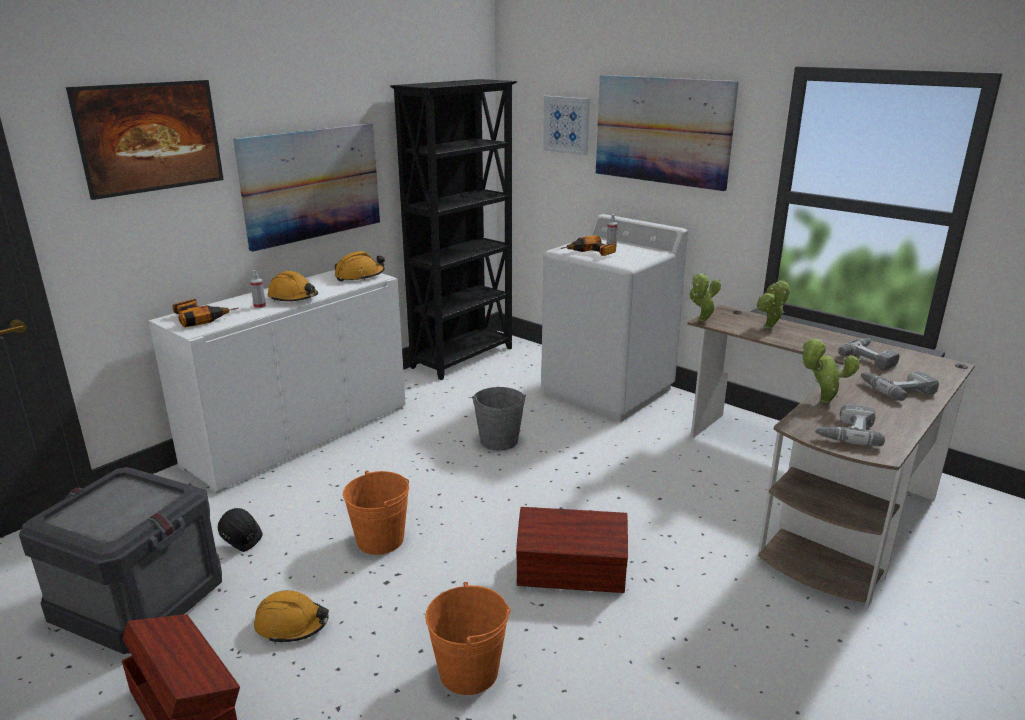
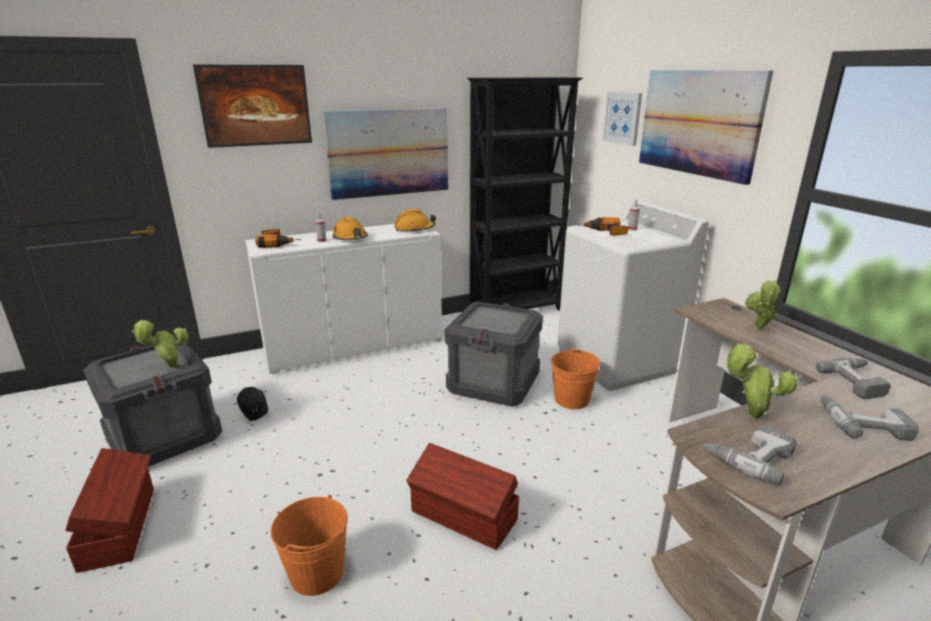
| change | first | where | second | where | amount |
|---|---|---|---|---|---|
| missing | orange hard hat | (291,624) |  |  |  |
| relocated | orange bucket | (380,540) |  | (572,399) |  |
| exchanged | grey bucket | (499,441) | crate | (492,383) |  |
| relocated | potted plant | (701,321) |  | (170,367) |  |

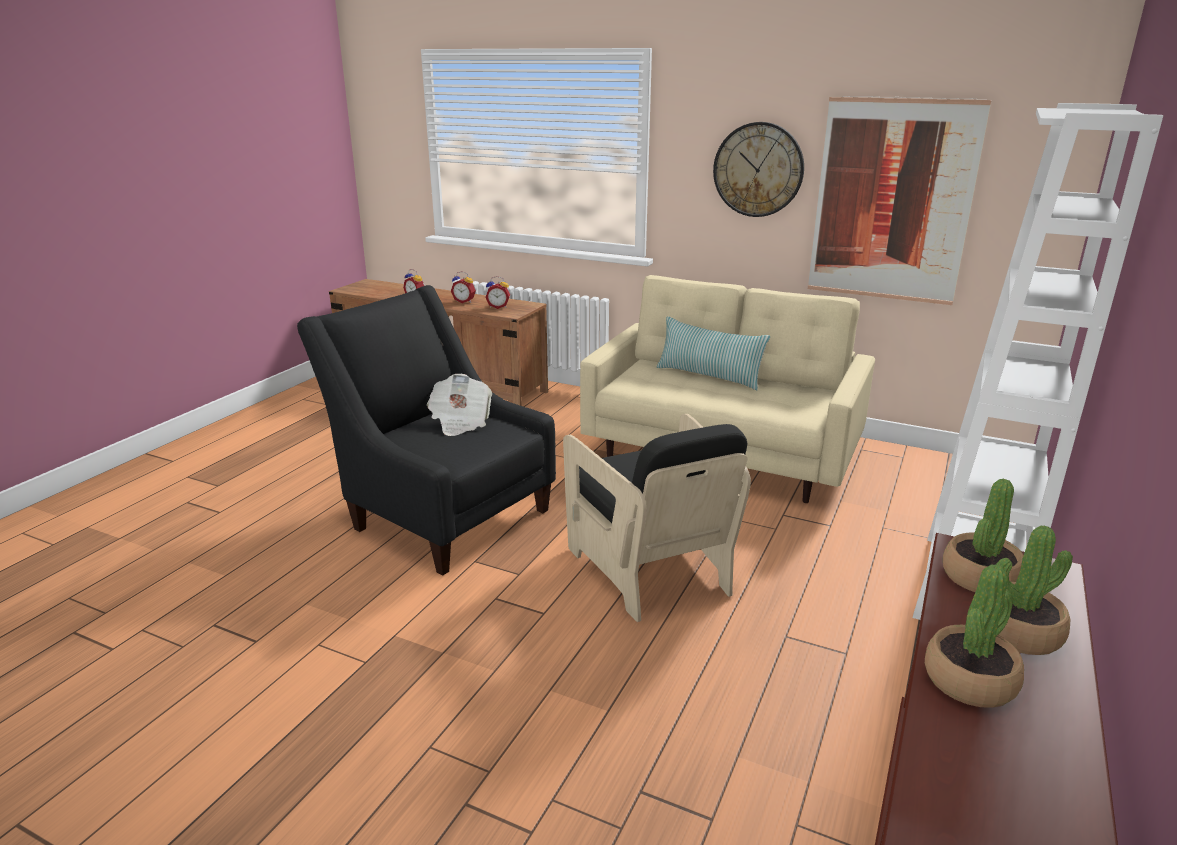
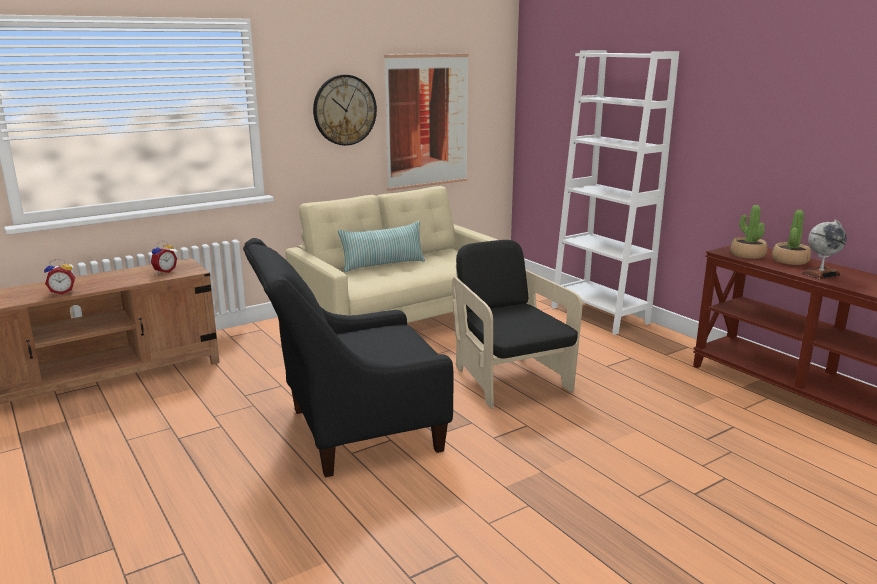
| change | first | where | second | where | amount |
|---|---|---|---|---|---|
| missing | newspaper | (460,421) |  |  |  |
| missing | alarm clock | (464,301) |  |  |  |
| spun | black armchair | (650,569) |  | (509,380) | 120 degrees counterclockwise |
| exchanged | potted plant | (970,681) | globe | (820,274) |  |

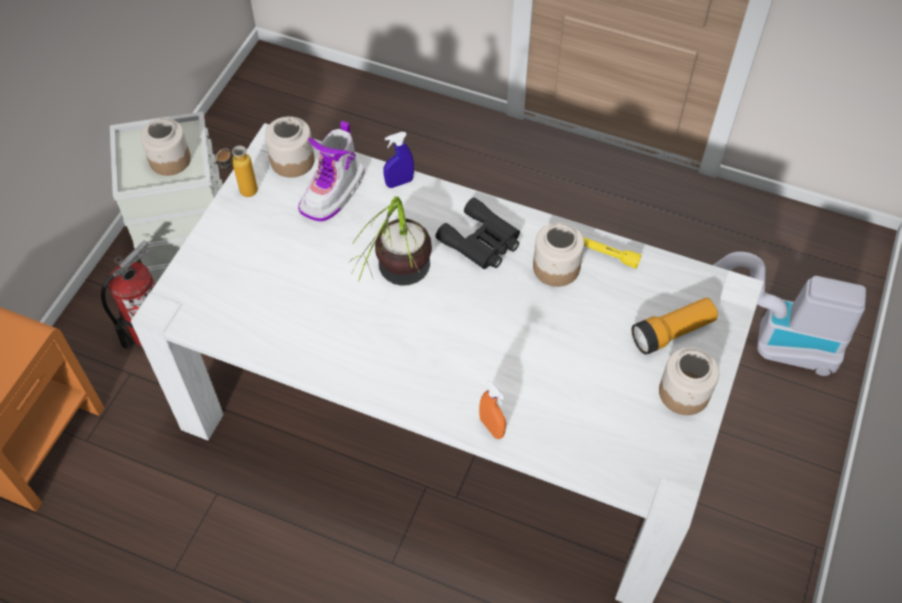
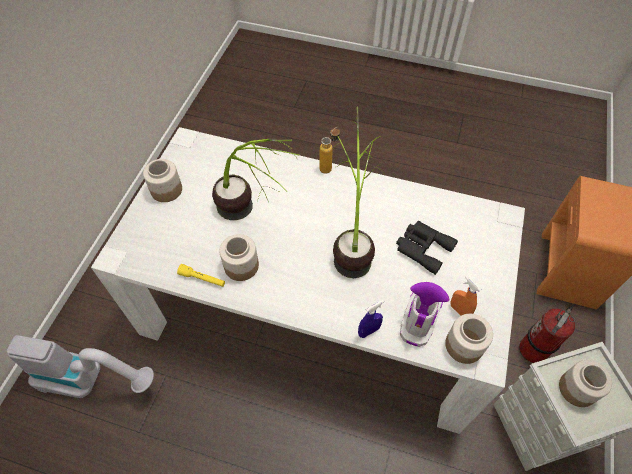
| change | first | where | second | where | amount |
|---|---|---|---|---|---|
| relocated | bottle | (242,194) |  | (329,166) |  |
| relocated | black binoculars | (482,242) |  | (422,247) |  |
| relocated | orange spray bottle | (491,427) |  | (459,310) |  |
| missing | flashlight | (672,333) |  |  |  |
| appeared |  |  | potted plant | (253,214) |  |

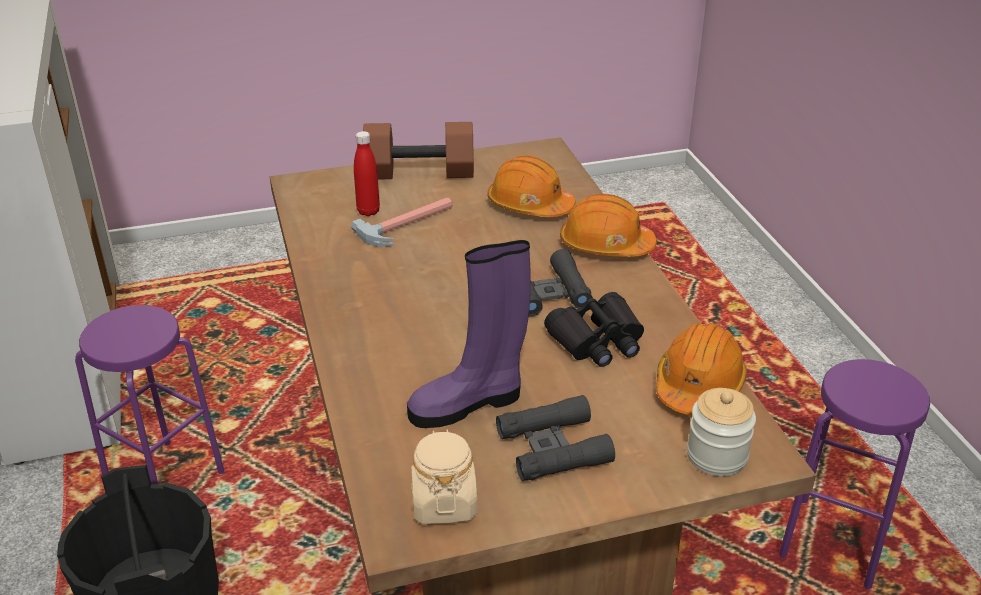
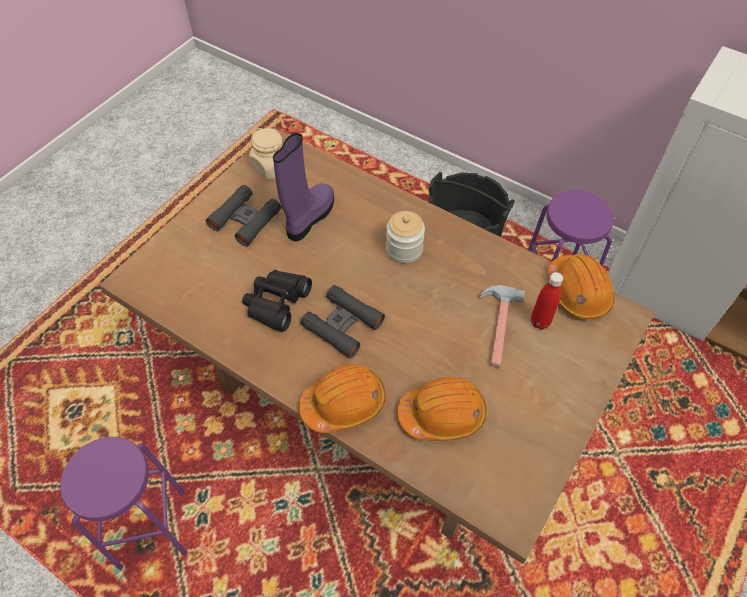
| change | first | where | second | where | amount |
|---|---|---|---|---|---|
| missing | brown dumbbell | (421,171) |  |  |  |
| relocated | orange hard hat | (698,386) |  | (577,292) |  |
| relocated | jar | (716,456) |  | (404,249) |  |

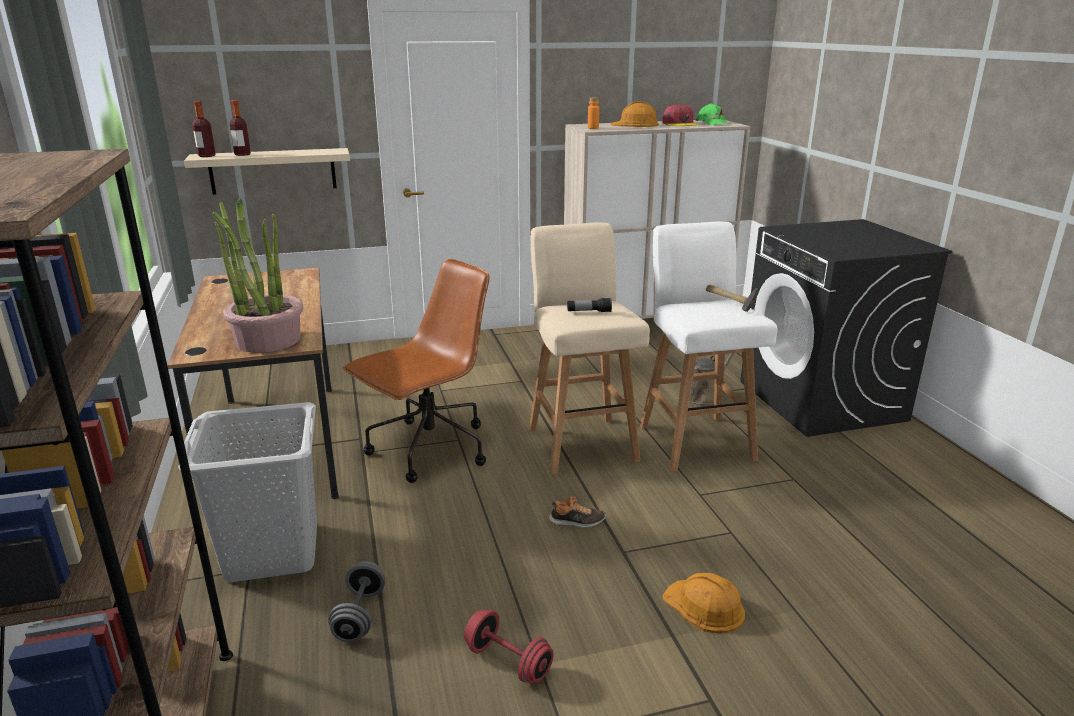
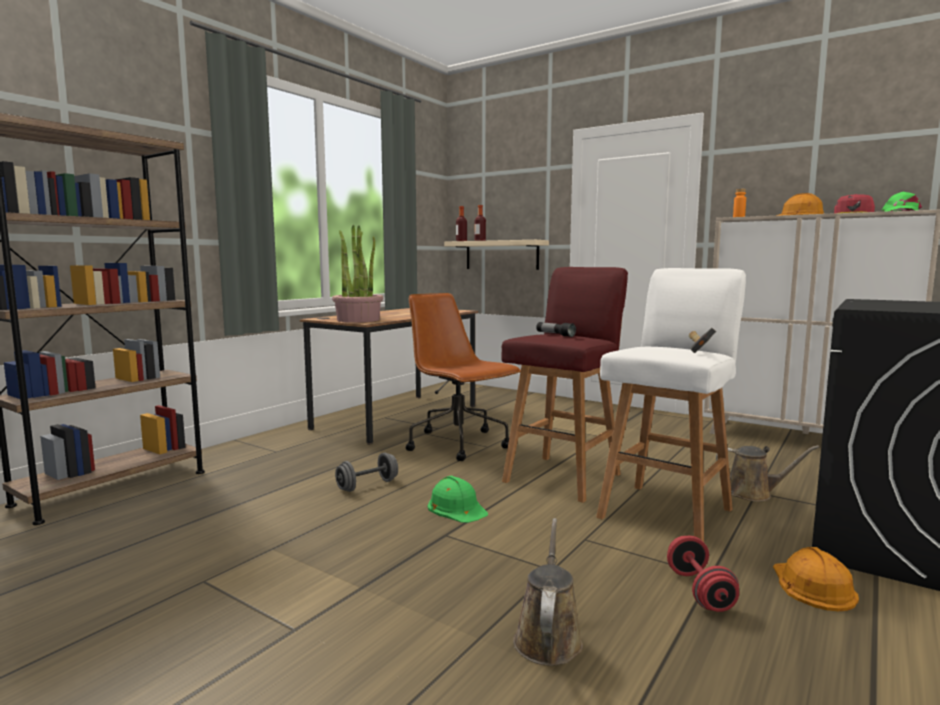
| change | first | where | second | where | amount |
|---|---|---|---|---|---|
| missing | grey laundry basket | (272,552) |  |  |  |
| relocated | grey dumbbell | (359,616) |  | (367,485) |  |
| spun | brown office chair | (428,450) |  | (459,444) | 135 degrees counterclockwise |
| relocated | red dumbbell | (508,661) |  | (699,591) |  |
| colour | beige stool | (581,443) | red stool | (564,477) |  |
| exchanged | shoe | (577,521) | green hard hat | (457,508) |  |
| relocated | orange hard hat | (704,606) |  | (812,586) |  |
| appeared |  |  | brown watering can | (548,637) |  |

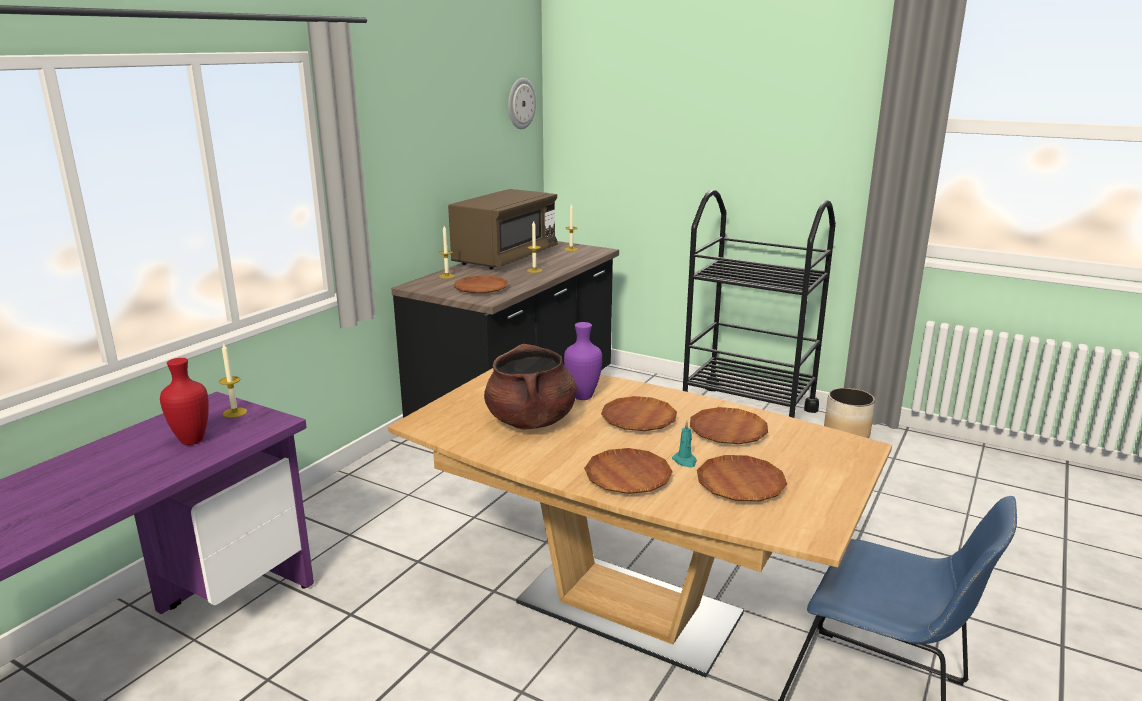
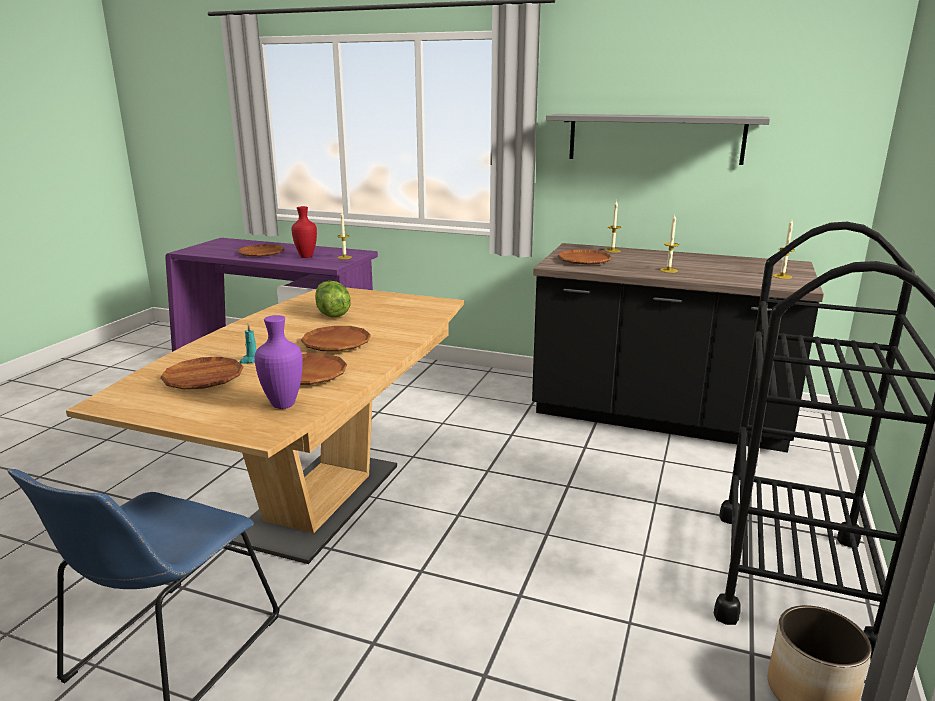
| change | first | where | second | where | amount |
|---|---|---|---|---|---|
| missing | brown microwave | (506,258) |  |  |  |
| exchanged | brown cooking pot | (531,421) | lettuce | (332,314) |  |
| missing | wall clock | (520,103) |  |  |  |
| relocated | purple vase | (582,396) |  | (285,404) |  |
| relocated | brown plate | (628,477) |  | (261,254) |  |
| appeared |  |  | grey shelf | (655,138) |  |

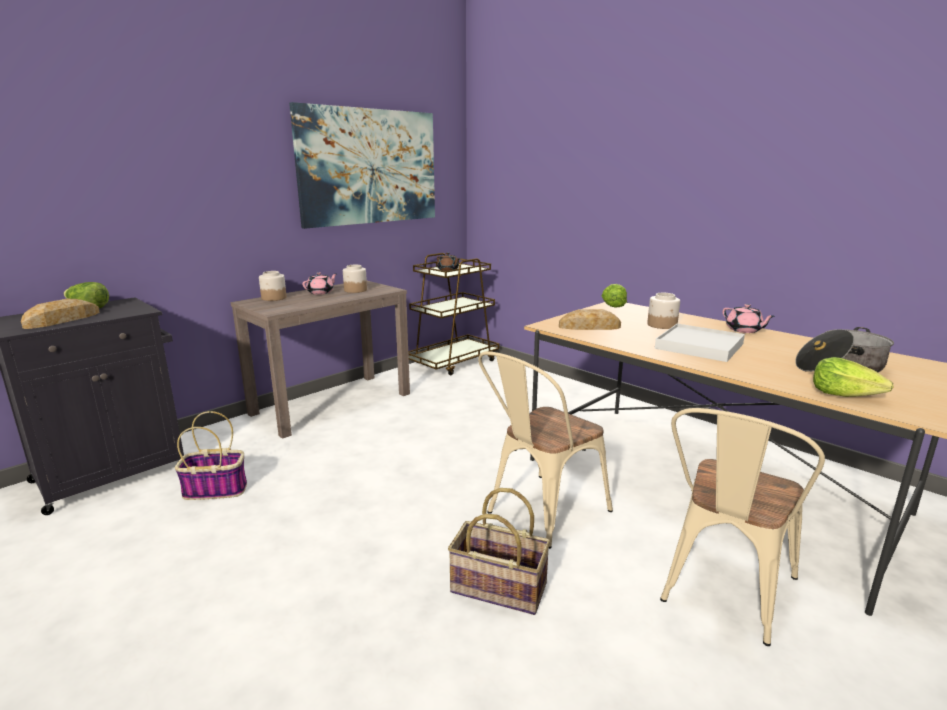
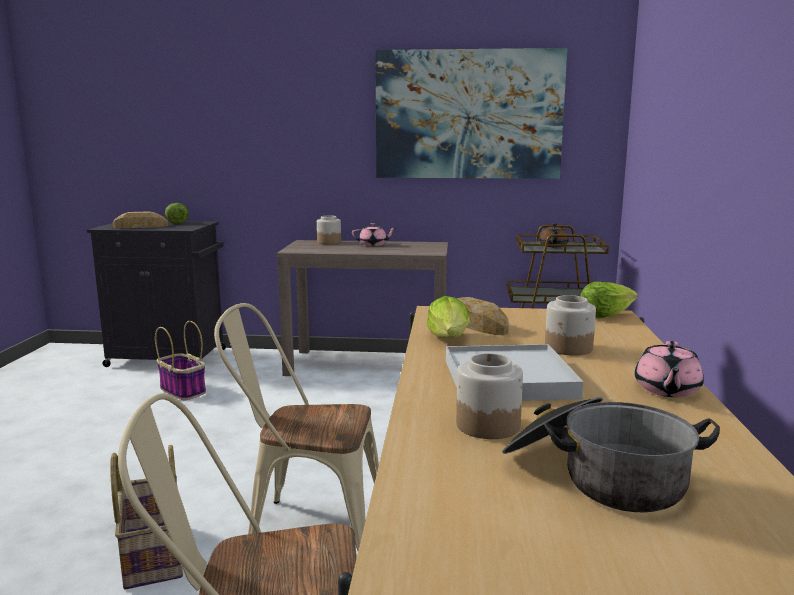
| change | first | where | second | where | amount |
|---|---|---|---|---|---|
| relocated | jar | (355,290) |  | (487,425) |  |
| relocated | lettuce | (844,395) |  | (449,339) |  |

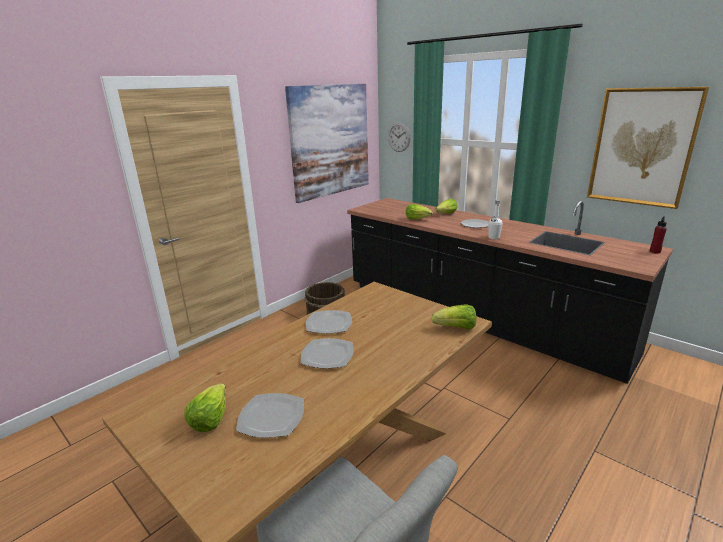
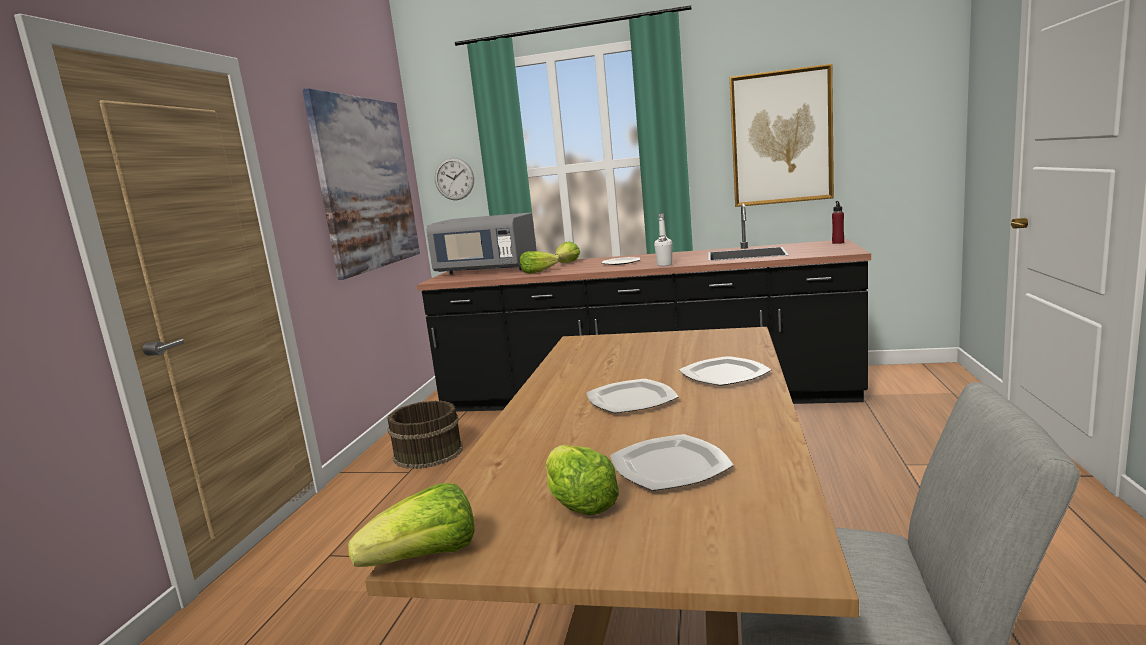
| change | first | where | second | where | amount |
|---|---|---|---|---|---|
| relocated | plate | (329,324) |  | (725,374) |  |
| relocated | lettuce | (456,328) |  | (425,558) |  |
| appeared |  |  | grey microwave | (487,270) |  |

